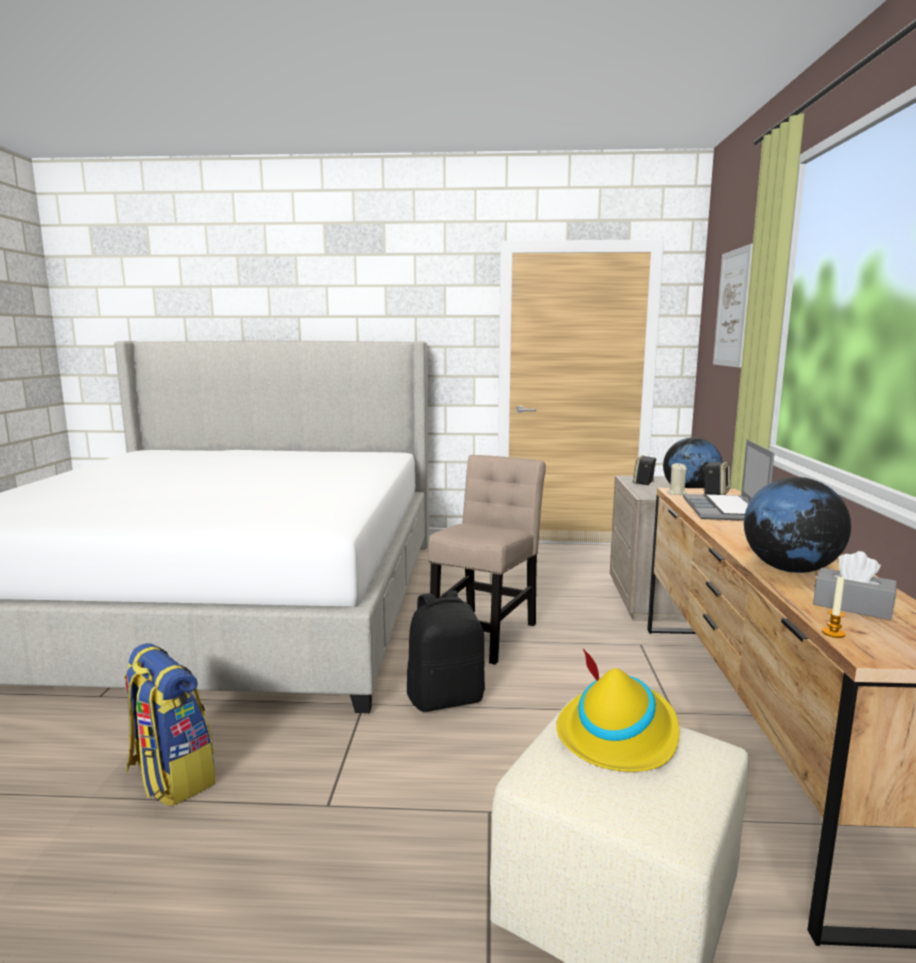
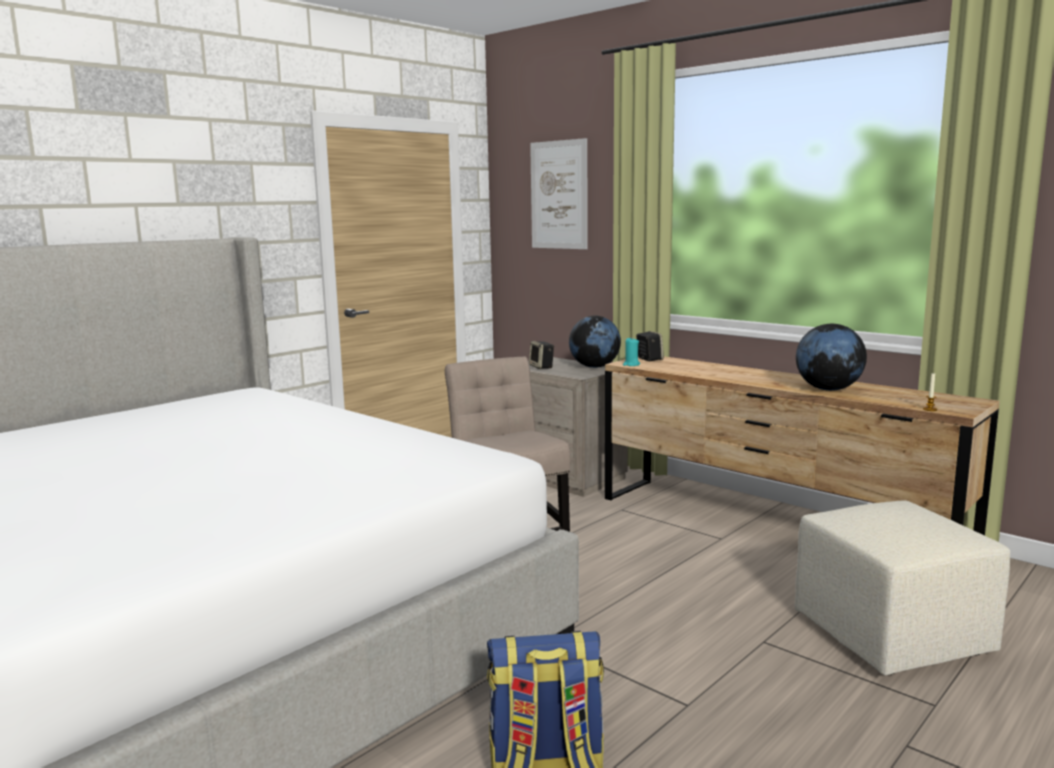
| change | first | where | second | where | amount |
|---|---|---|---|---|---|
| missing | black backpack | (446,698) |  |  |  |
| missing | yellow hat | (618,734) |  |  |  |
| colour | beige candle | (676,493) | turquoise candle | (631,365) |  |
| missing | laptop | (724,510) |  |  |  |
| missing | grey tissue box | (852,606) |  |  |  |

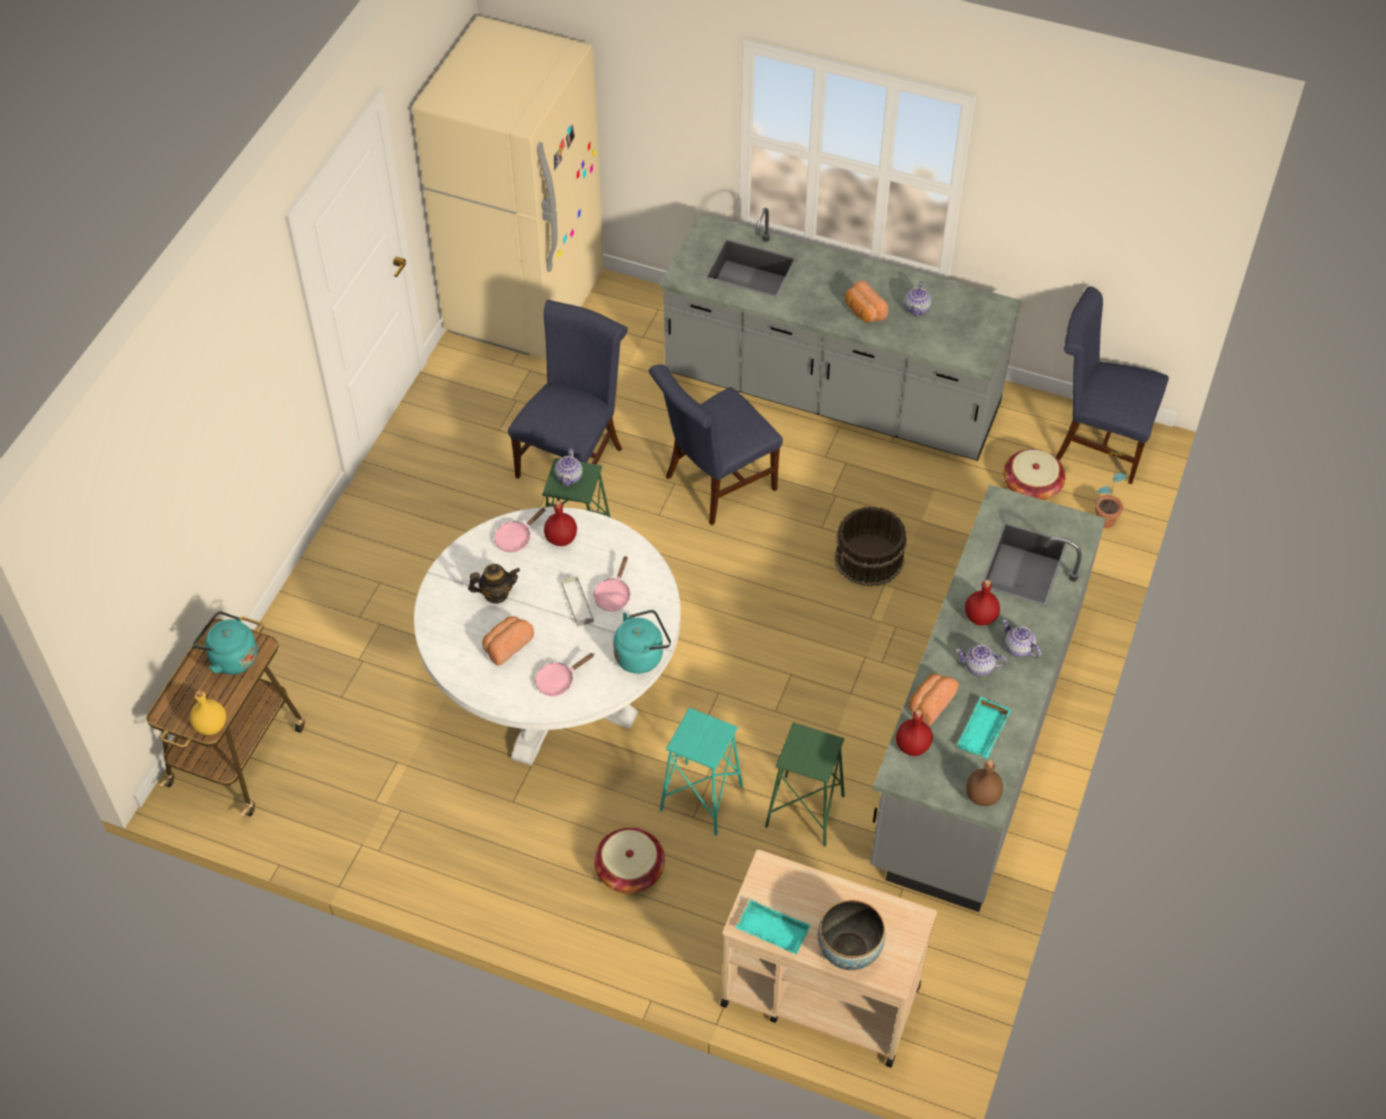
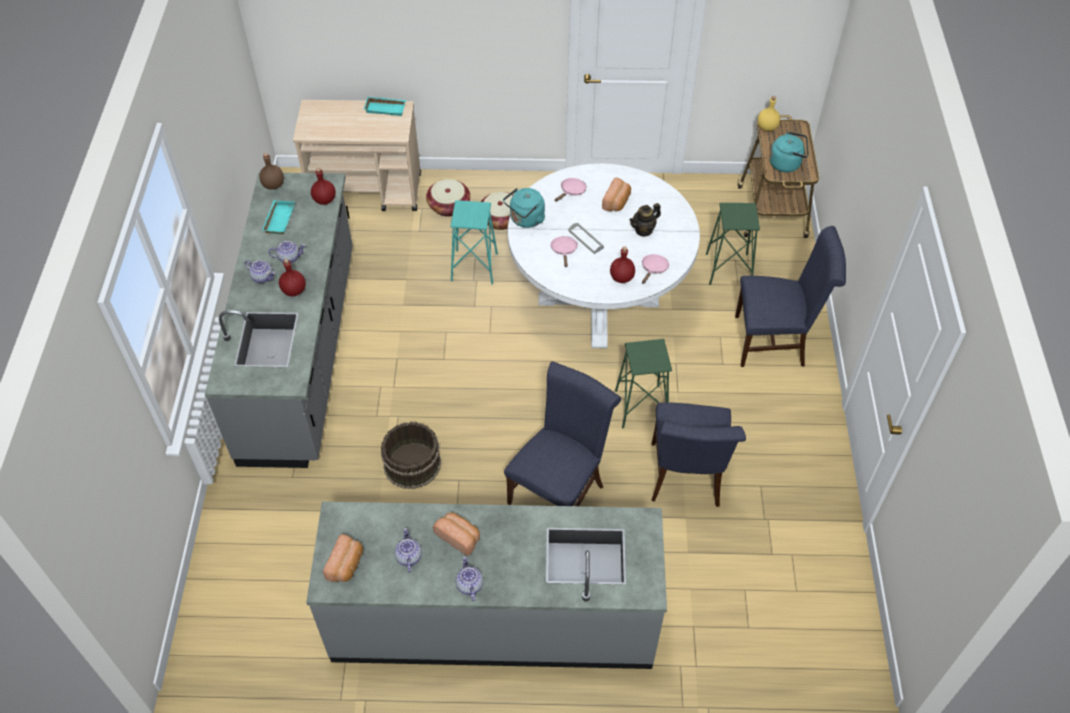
| change | first | where | second | where | amount |
|---|---|---|---|---|---|
| missing | beige fridge | (526,303) |  |  |  |
| relocated | teapot | (569,477) |  | (469,585) |  |
| relocated | green stool | (805,810) |  | (728,269) |  |
| missing | bowl | (849,951) |  |  |  |
| relocated | bread | (930,704) |  | (346,565) |  |
| relocated | basket | (1031,486) |  | (449,206) |  |
| relocated | blue chair | (1096,442) |  | (775,341) |  |
| missing | potted plant | (1104,515) |  |  |  |

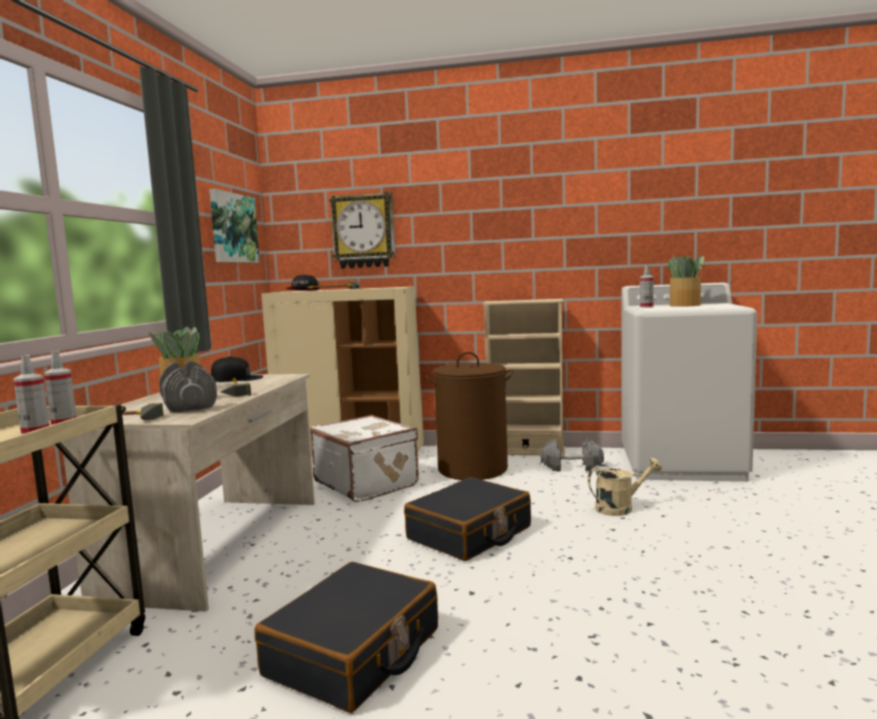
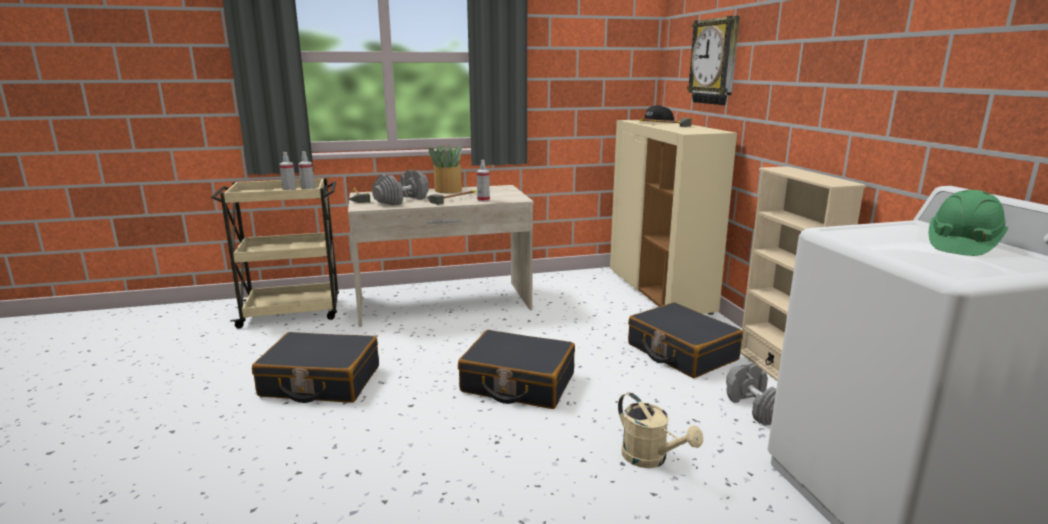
| change | first | where | second | where | amount |
|---|---|---|---|---|---|
| missing | picture | (233,228) |  |  |  |
| missing | black cap | (237,378) |  |  |  |
| missing | white suitcase | (367,483) |  |  |  |
| exchanged | brown laundry basket | (472,469) | black suitcase | (681,352) |  |
| relocated | spray bottle | (646,307) |  | (483,200) |  |
| exchanged | potted plant | (685,305) | green hard hat | (962,245) |  |

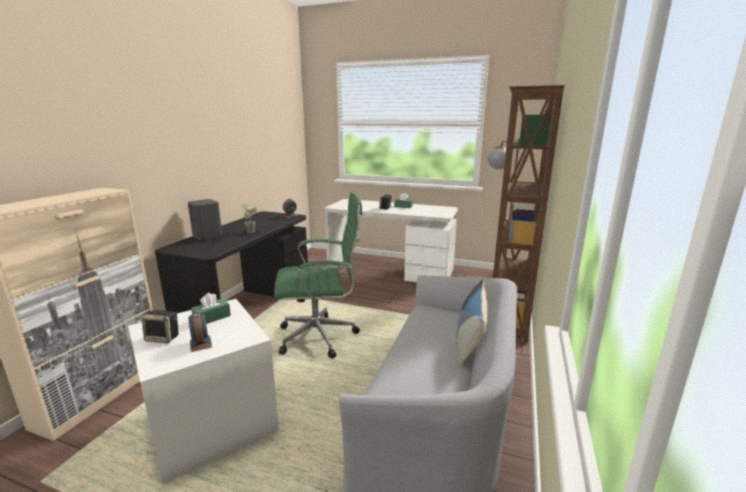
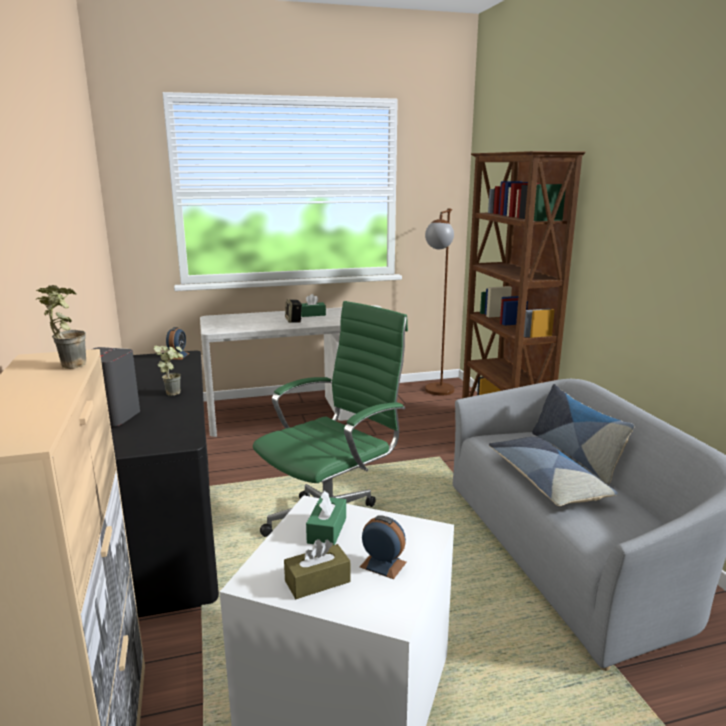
| change | first | where | second | where | amount |
|---|---|---|---|---|---|
| exchanged | speaker | (163,338) | brown tissue box | (317,581) |  |
| appeared |  |  | potted plant | (66,365) |  |
| appeared |  |  | pillow | (546,481) |  |

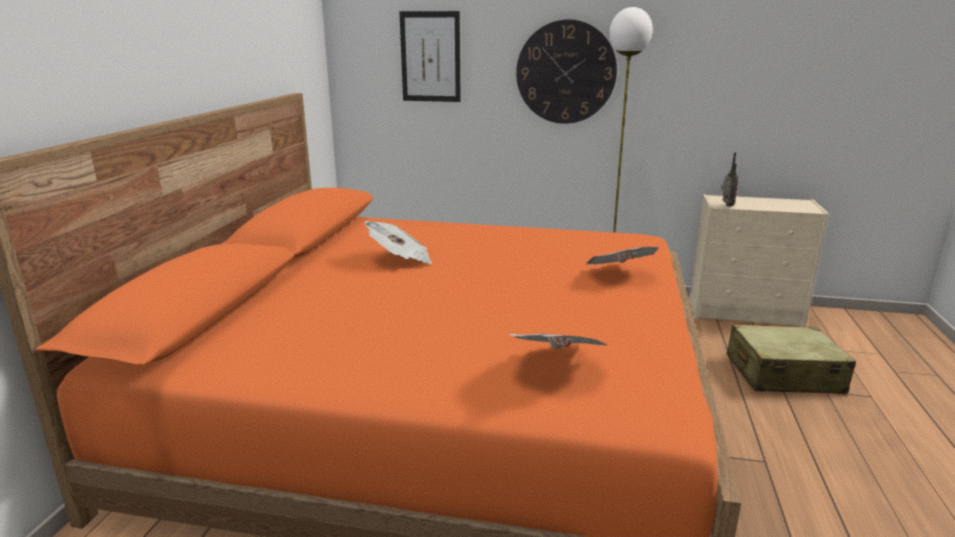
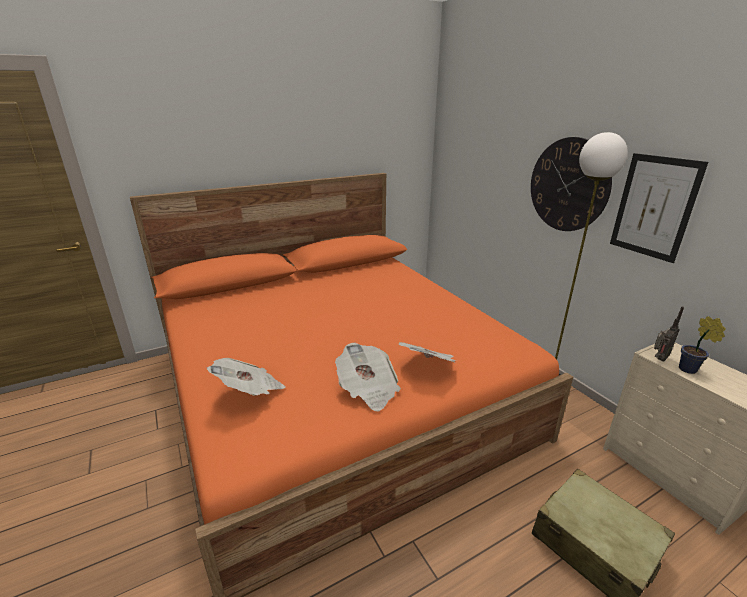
| change | first | where | second | where | amount |
|---|---|---|---|---|---|
| relocated | newspaper | (401,259) |  | (368,390) |  |
| relocated | picture | (430,57) |  | (654,207) |  |
| appeared |  |  | potted plant | (689,370) |  |

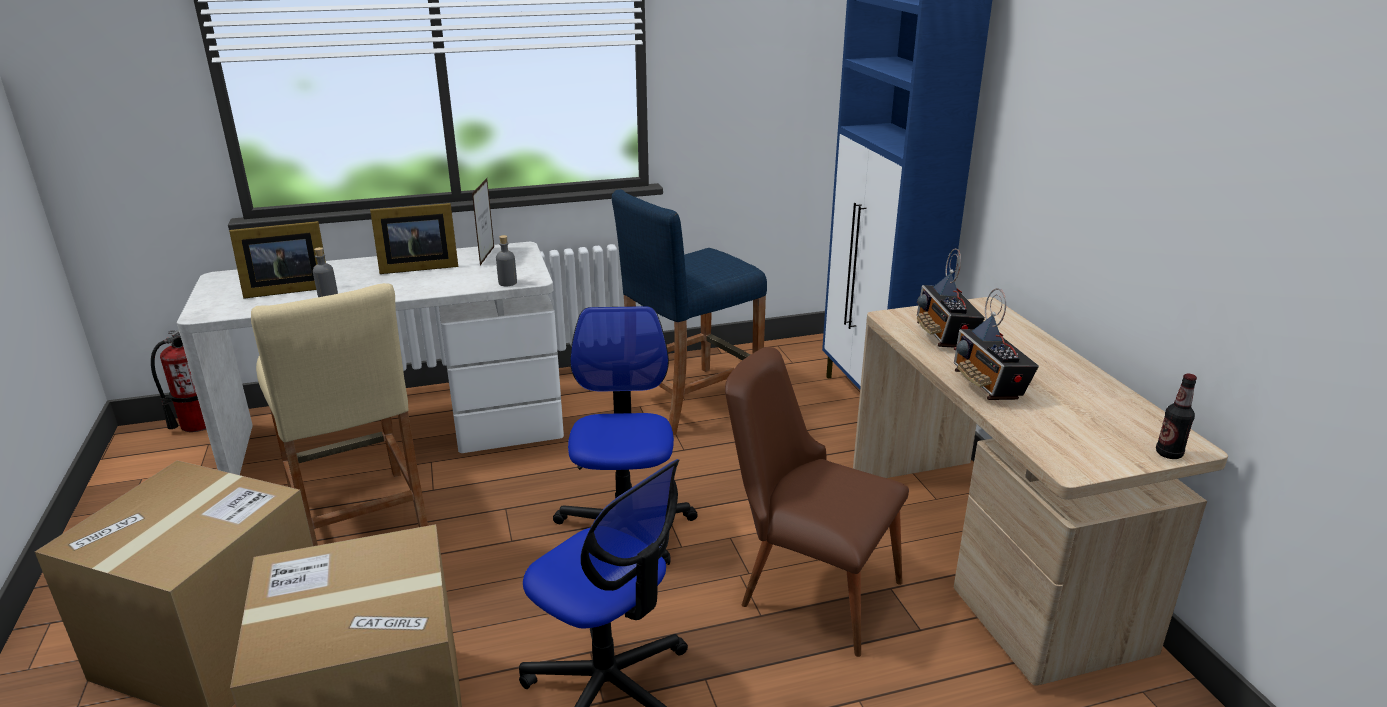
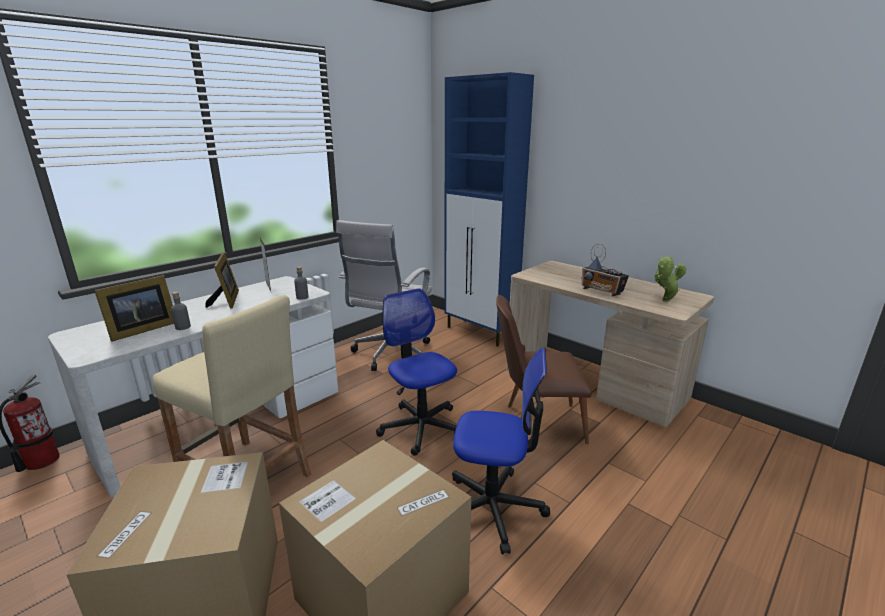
| change | first | where | second | where | amount |
|---|---|---|---|---|---|
| spun | picture frame | (416,267) |  | (227,300) | 60 degrees counterclockwise |
| exchanged | blue stool | (689,400) | white office chair | (390,354) |  |
| missing | radio | (944,336) |  |  |  |
| missing | bottle | (1168,454) |  |  |  |
| appeared |  |  | potted plant | (664,301) |  |

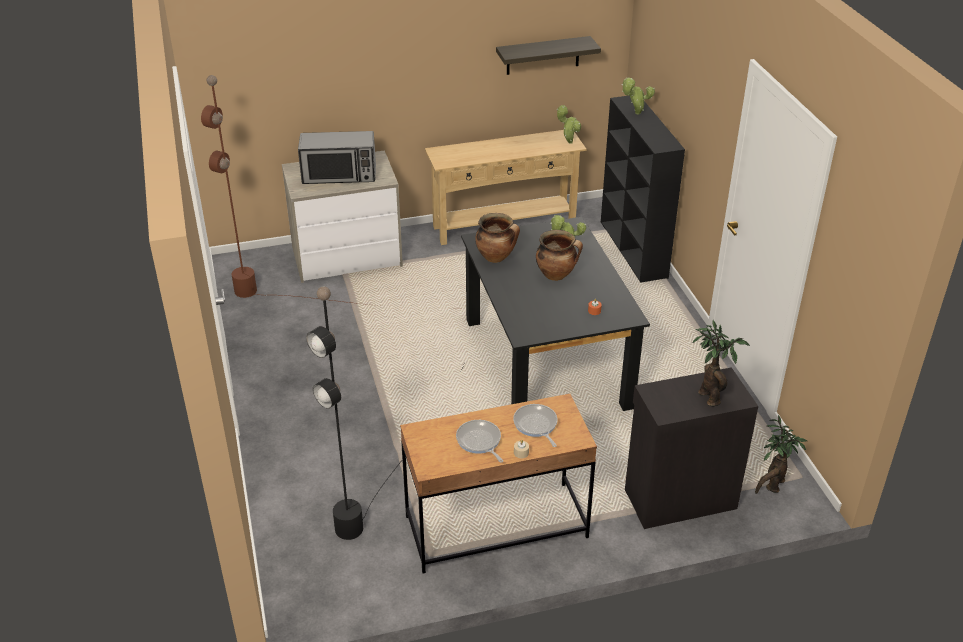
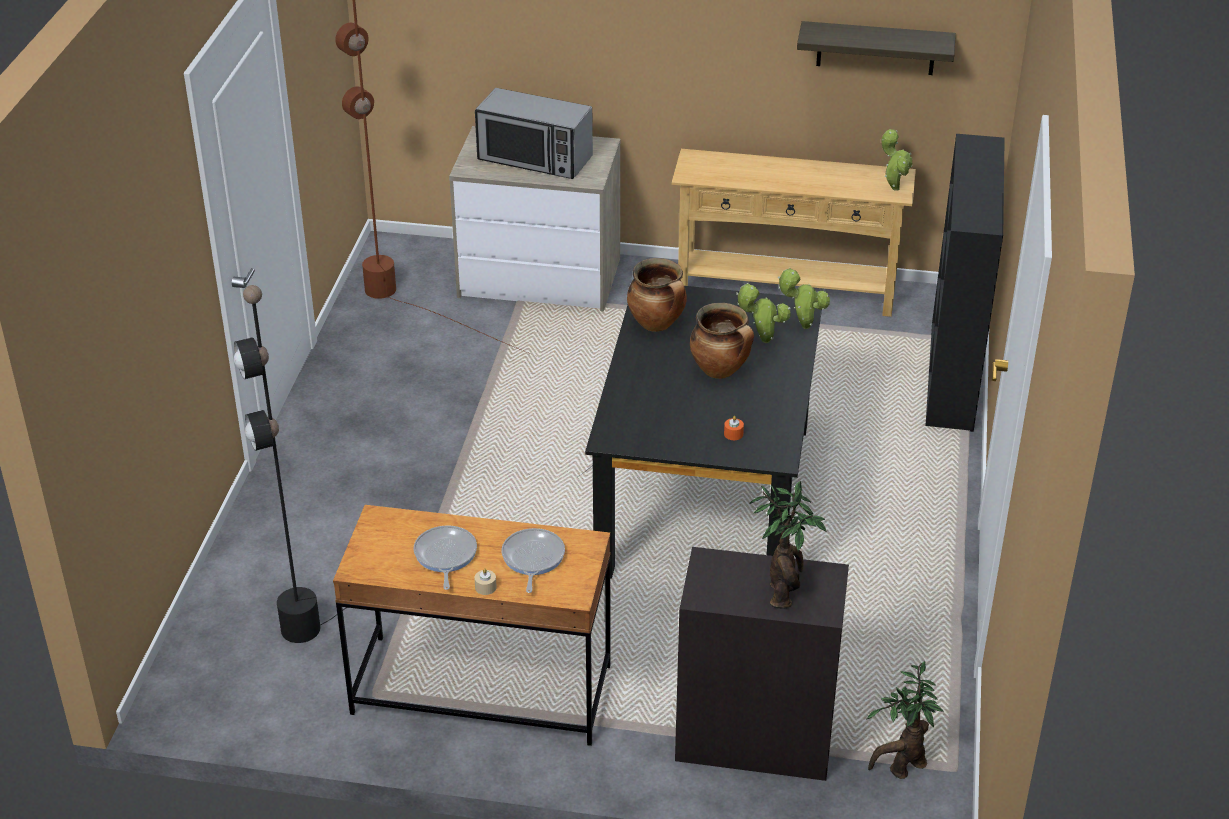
| change | first | where | second | where | amount |
|---|---|---|---|---|---|
| relocated | potted plant | (635,113) |  | (802,326) |  |

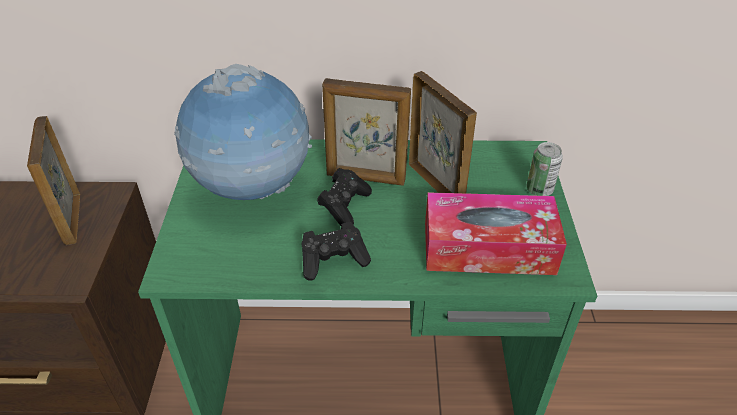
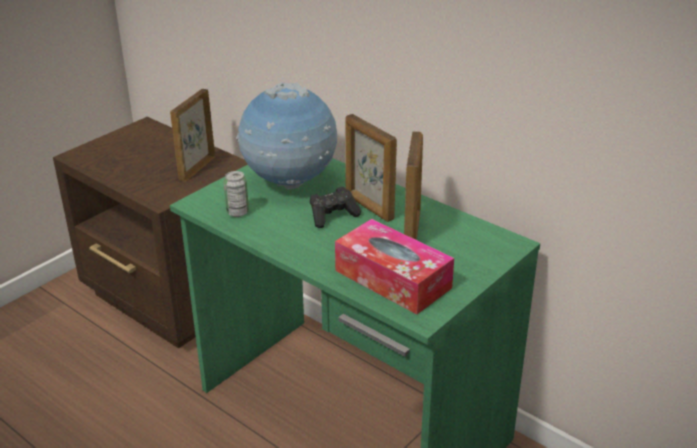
| change | first | where | second | where | amount |
|---|---|---|---|---|---|
| missing | black game controller | (333,260) |  |  |  |
| relocated | can | (539,189) |  | (237,212) |  |

